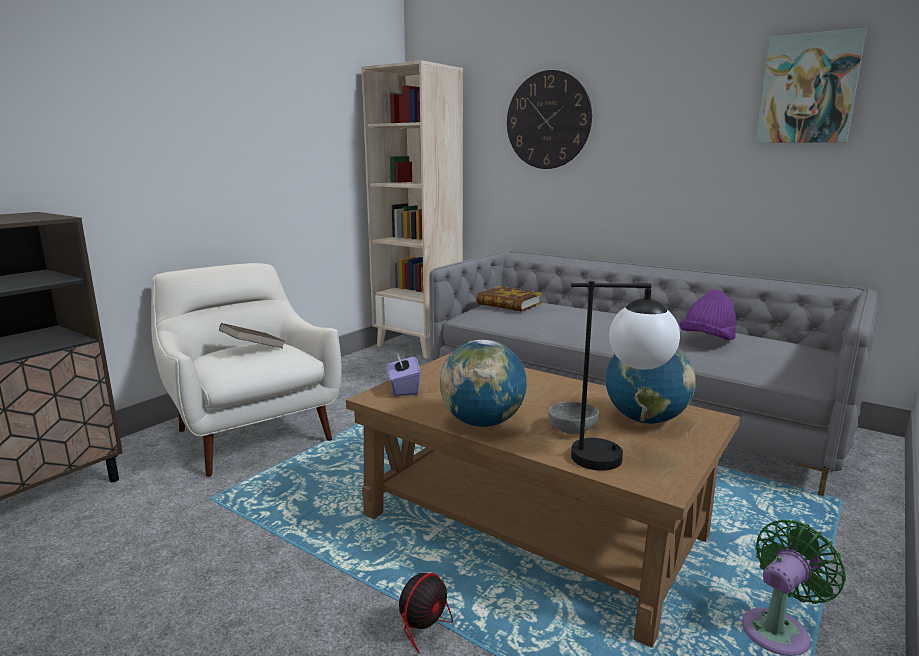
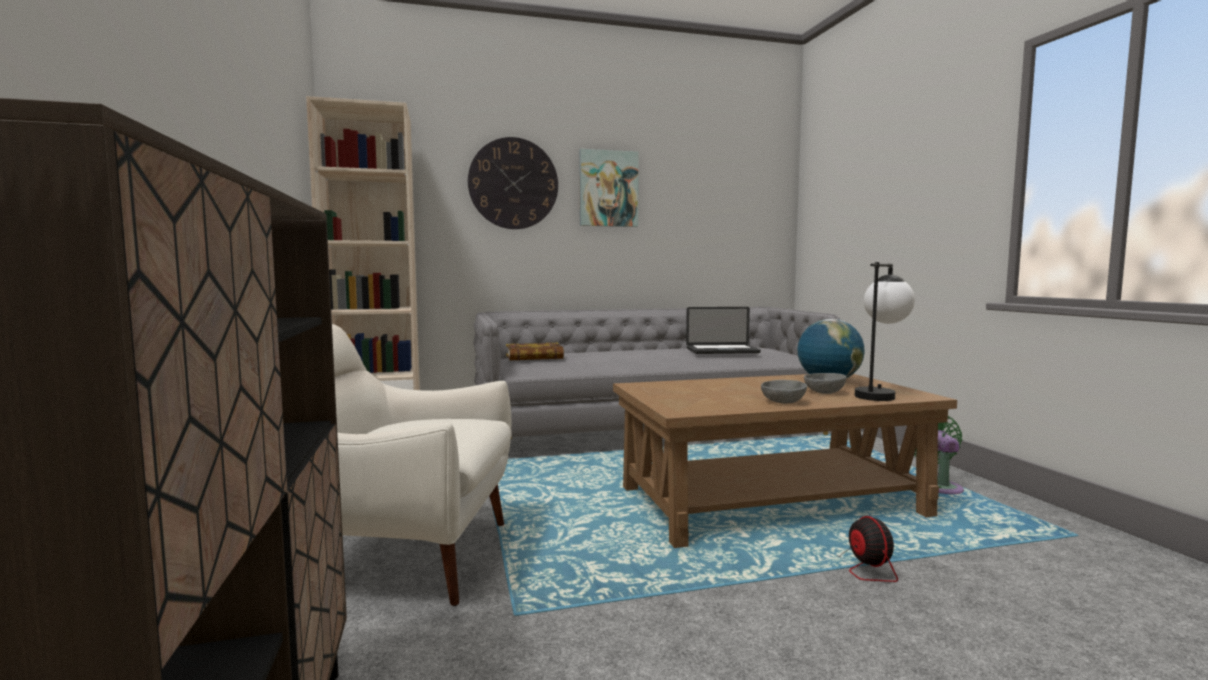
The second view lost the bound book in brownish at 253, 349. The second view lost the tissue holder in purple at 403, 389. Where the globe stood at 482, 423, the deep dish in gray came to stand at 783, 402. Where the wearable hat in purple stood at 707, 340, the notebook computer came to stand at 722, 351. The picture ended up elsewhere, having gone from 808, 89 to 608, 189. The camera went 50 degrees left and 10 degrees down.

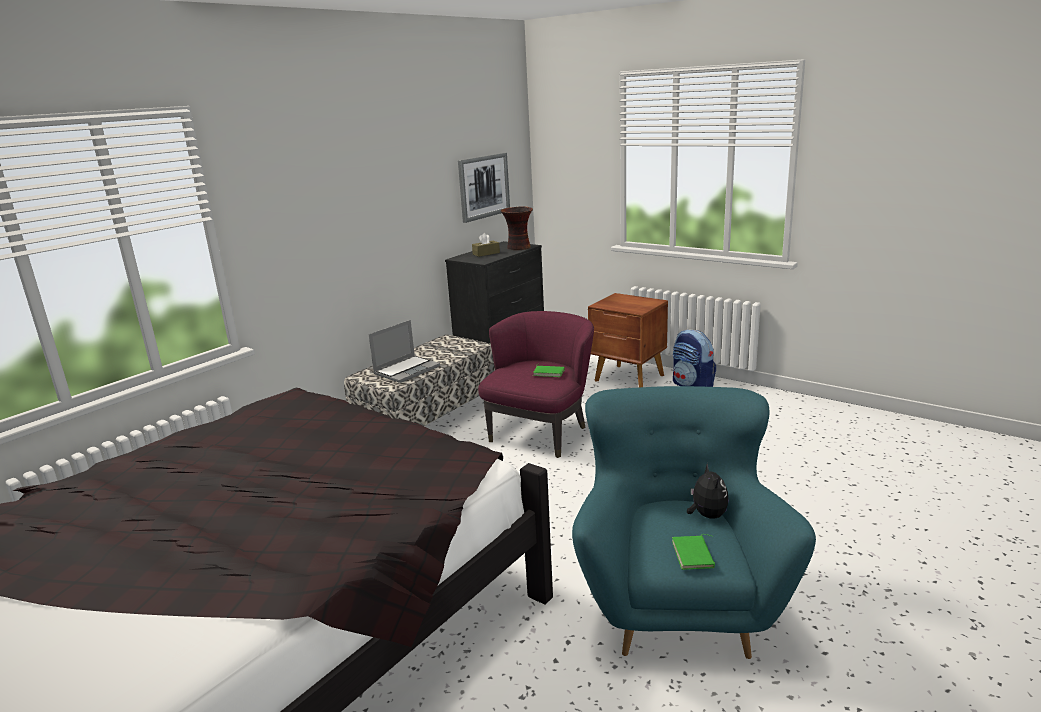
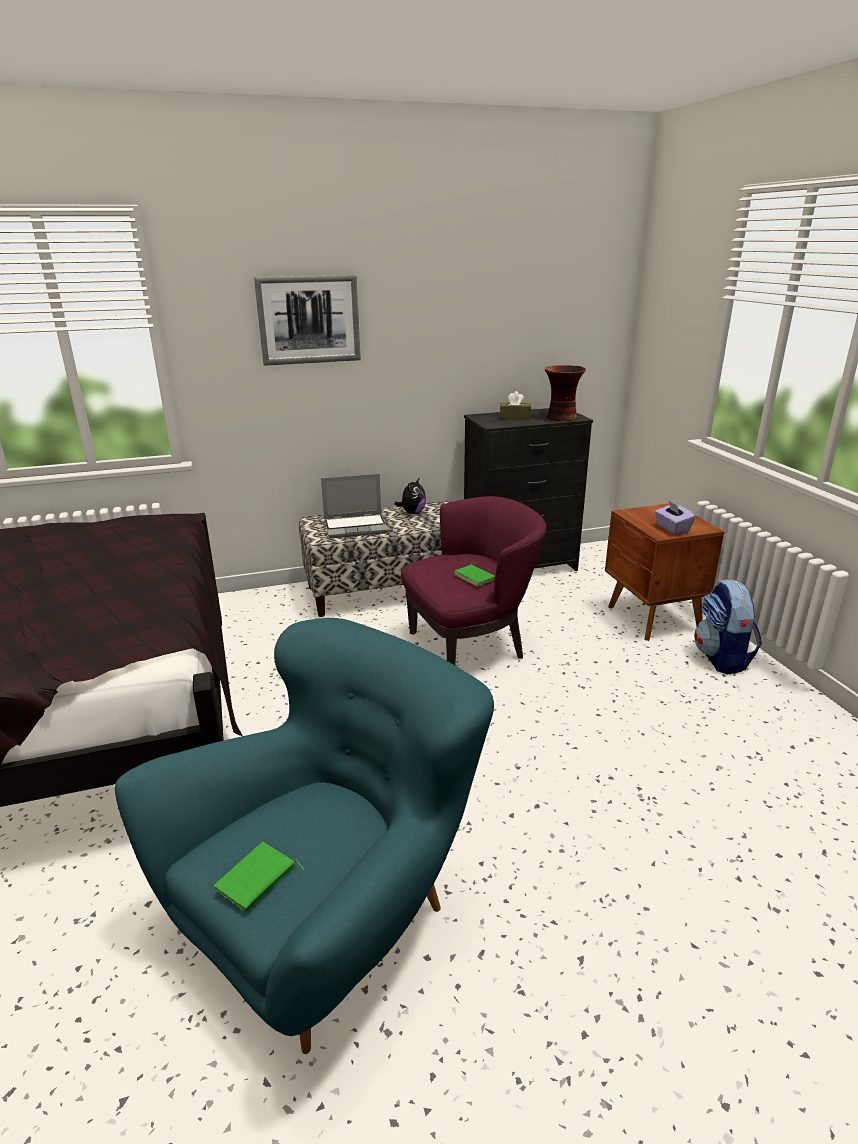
The picture ended up elsewhere, having gone from 484, 186 to 309, 320. The cuddly toy ended up elsewhere, having gone from 706, 515 to 412, 513. The second view gained the tissue holder in purple at 672, 528. The camera went 35 degrees right and 5 degrees up.

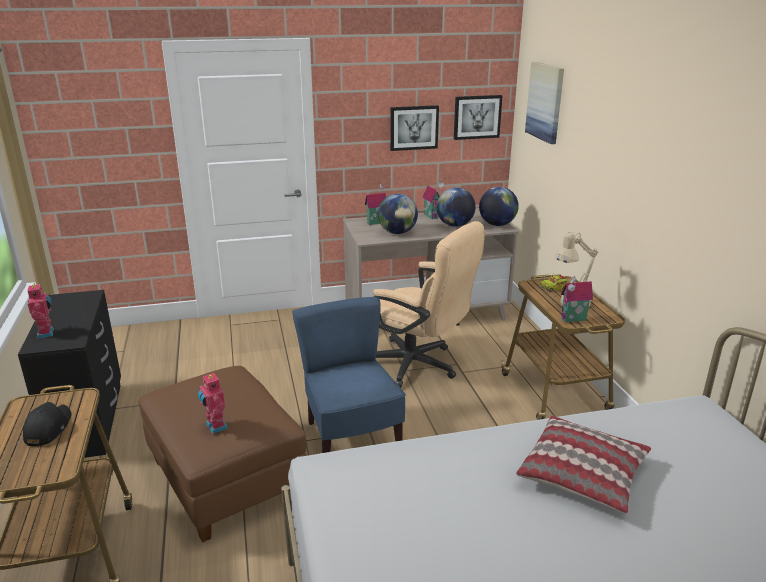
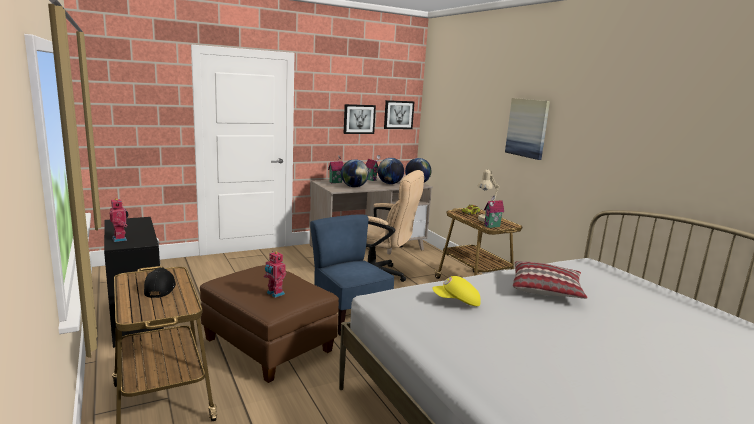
The picture ended up elsewhere, having gone from 545, 102 to 527, 128. The second view gained the cap in yellowish at 456, 302. The camera went 15 degrees left and 10 degrees down.

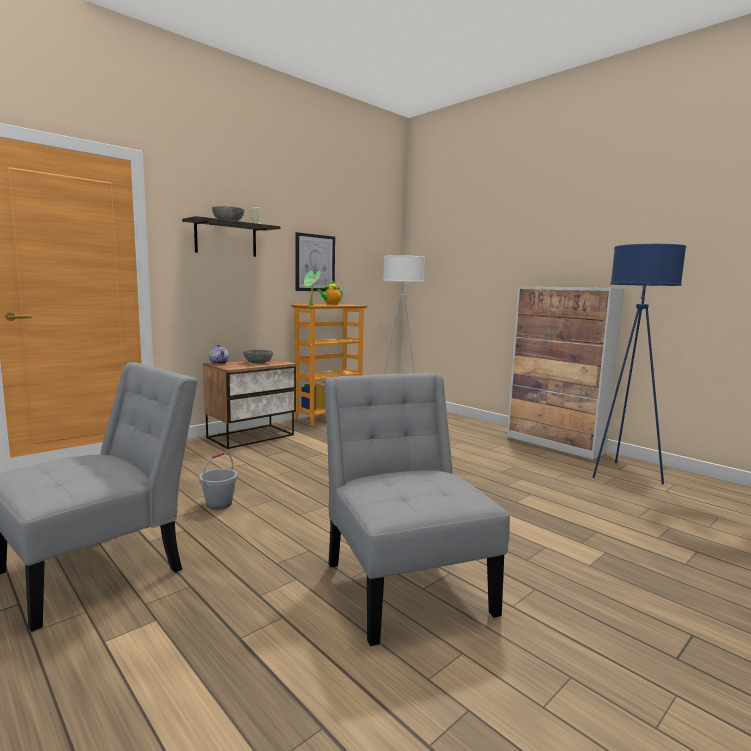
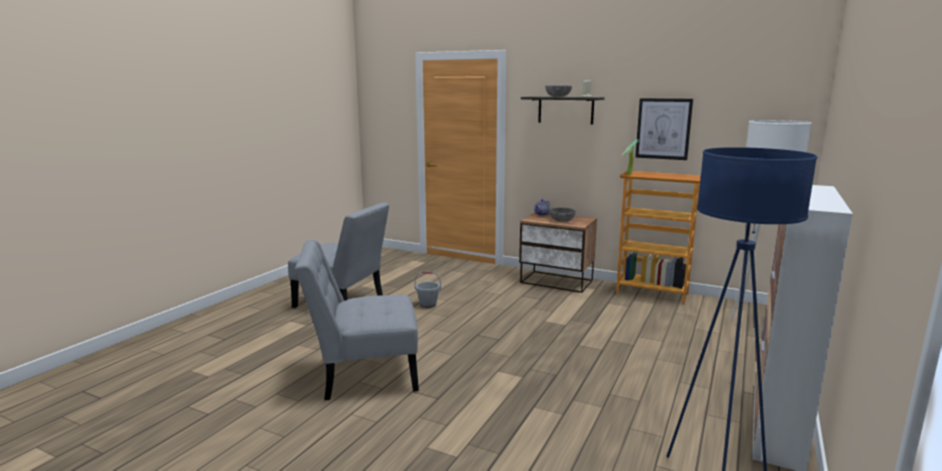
The second view lost the teapot at 331, 304. The plain chair in gray at 404, 582 ended up facing another way, 150 degrees counterclockwise from before. The camera went 70 degrees right and 5 degrees up.

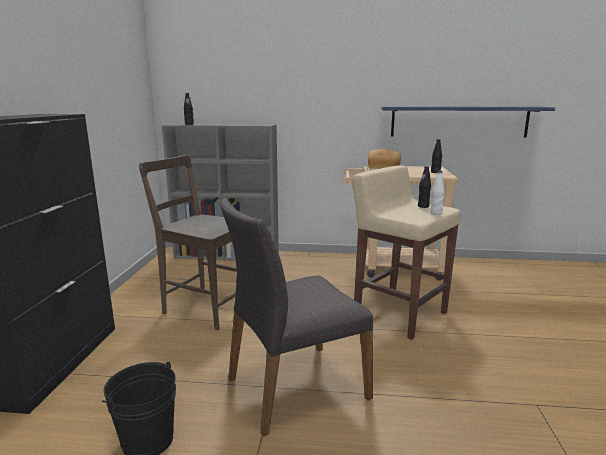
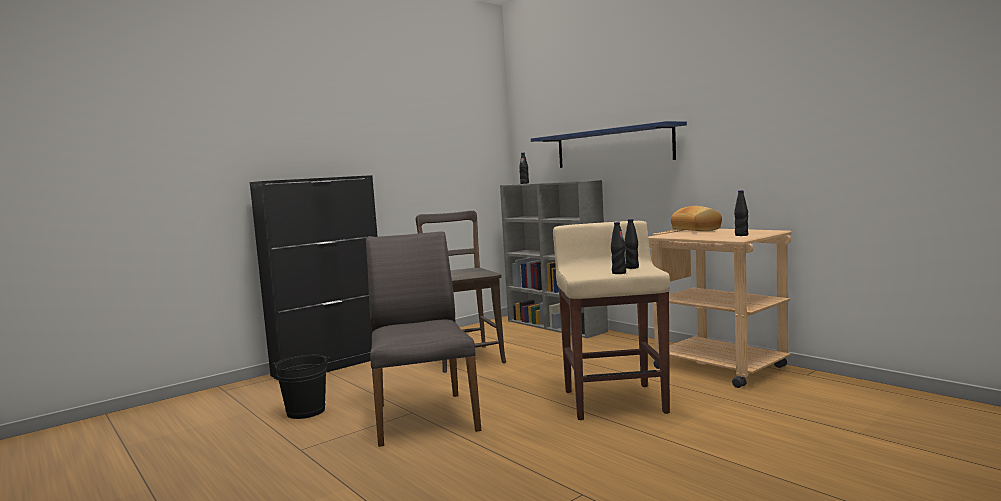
The plain chair in gray at 295, 387 ended up facing another way, 60 degrees clockwise from before. The shelf in blue ended up elsewhere, having gone from 459, 121 to 612, 147. What was the drink bottle in white at 436, 213 turned into the drink bottle in black at 619, 273. The camera went 45 degrees right and 10 degrees down.

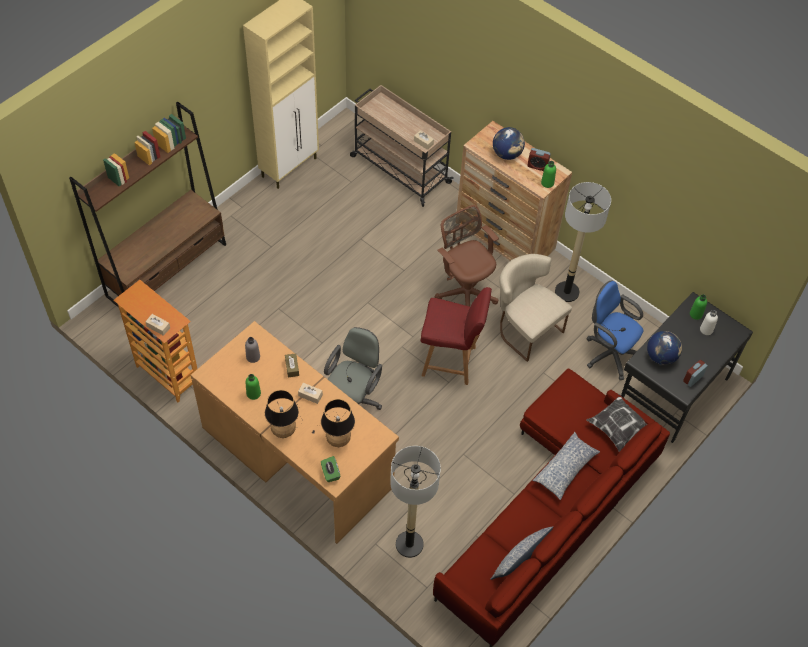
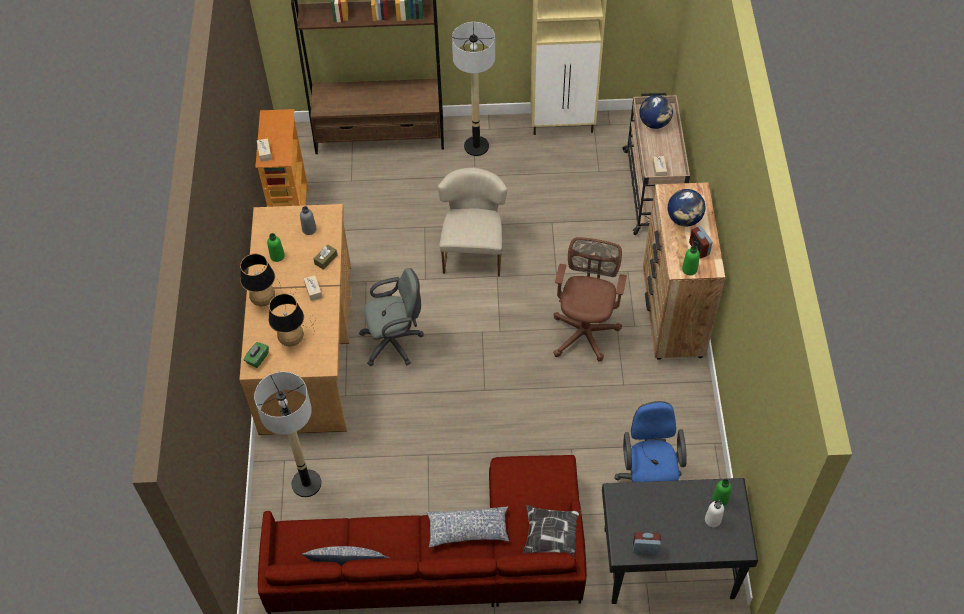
The second view lost the plain chair in red-coloured at 450, 361. The plain chair in beige-coloured ended up elsewhere, having gone from 525, 329 to 473, 250. The floor lamp ended up elsewhere, having gone from 567, 292 to 476, 146. The globe ended up elsewhere, having gone from 661, 356 to 654, 123. The camera went 50 degrees right and 0 degrees up.

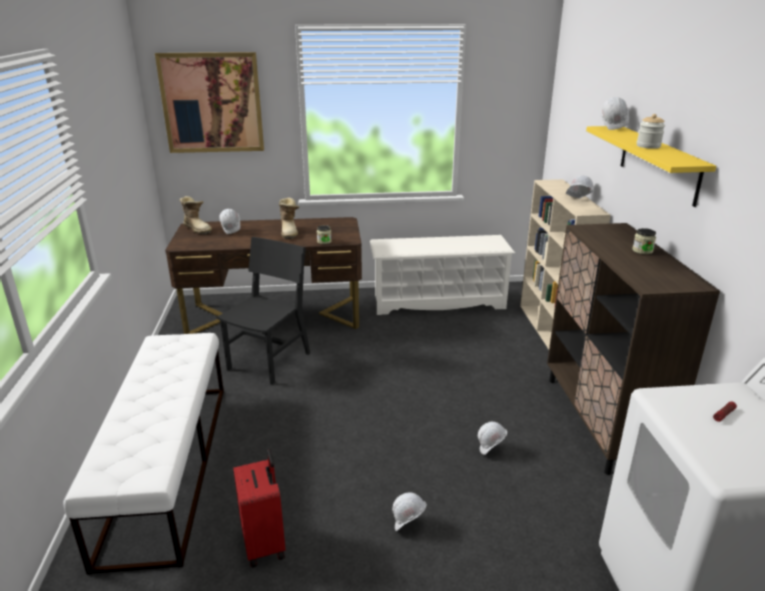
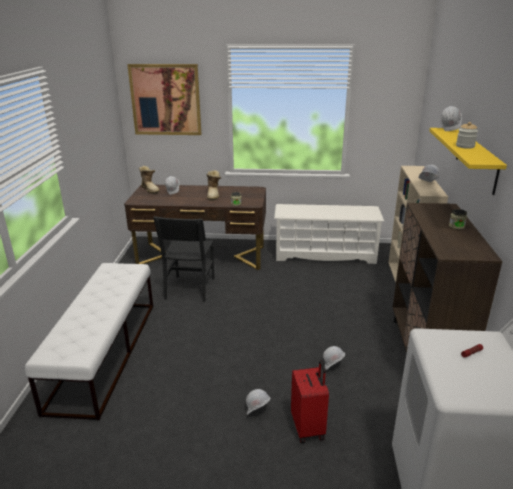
The plain chair in black at 269, 361 ended up facing another way, 150 degrees clockwise from before. The suitcase in red-coloured ended up elsewhere, having gone from 265, 544 to 308, 428. The camera went 10 degrees right and 0 degrees up.

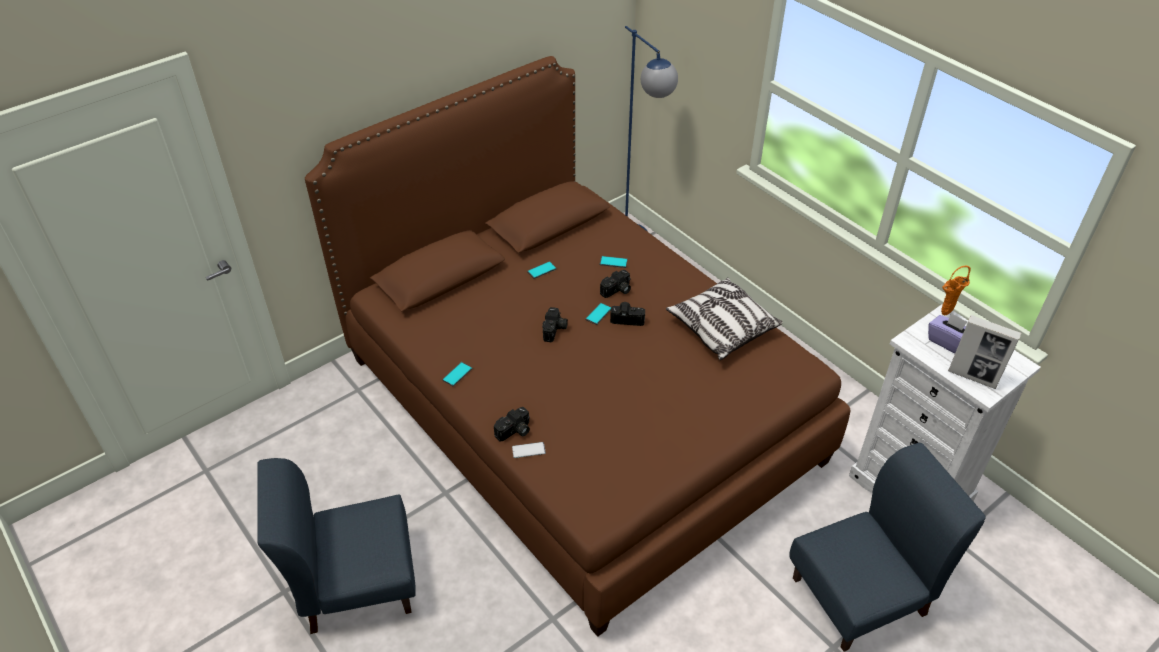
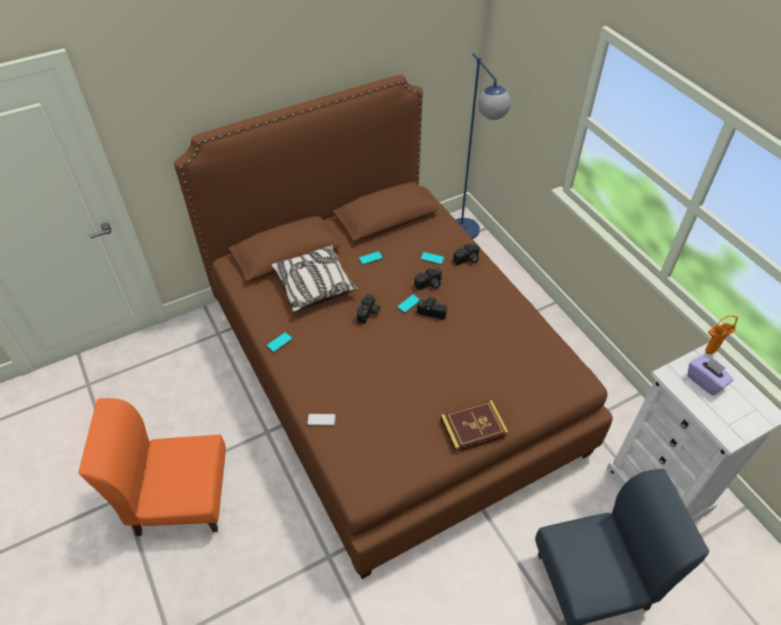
What was the plain chair in blue at 356, 584 turned into the plain chair in orange-coloured at 180, 499. The still camera ended up elsewhere, having gone from 514, 432 to 467, 260. The pillow ended up elsewhere, having gone from 722, 328 to 314, 286. The second view lost the standing frame at 972, 377. The second view gained the bound book at 473, 428. The camera went 10 degrees right and 5 degrees up.

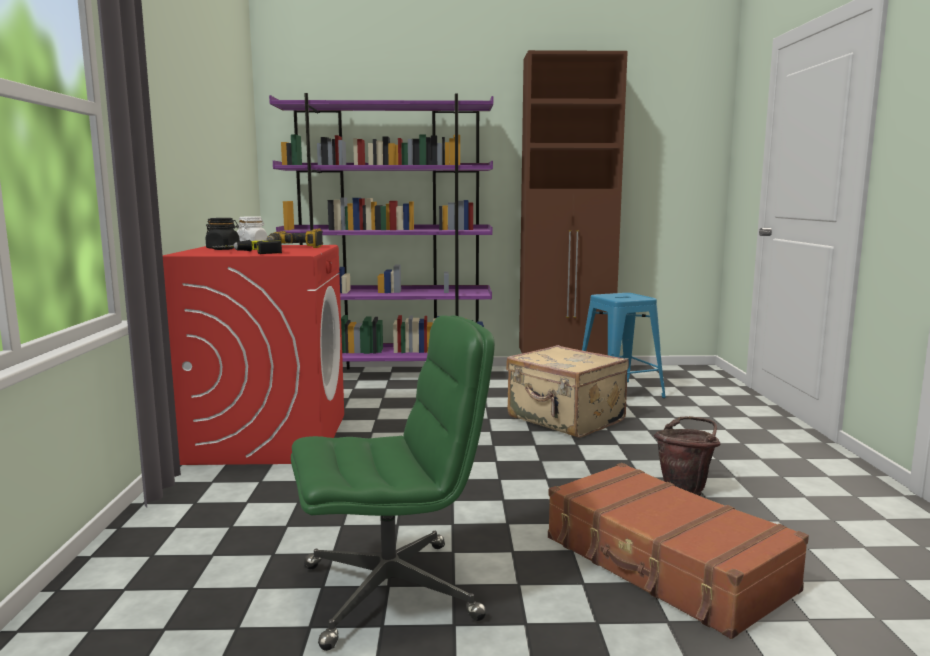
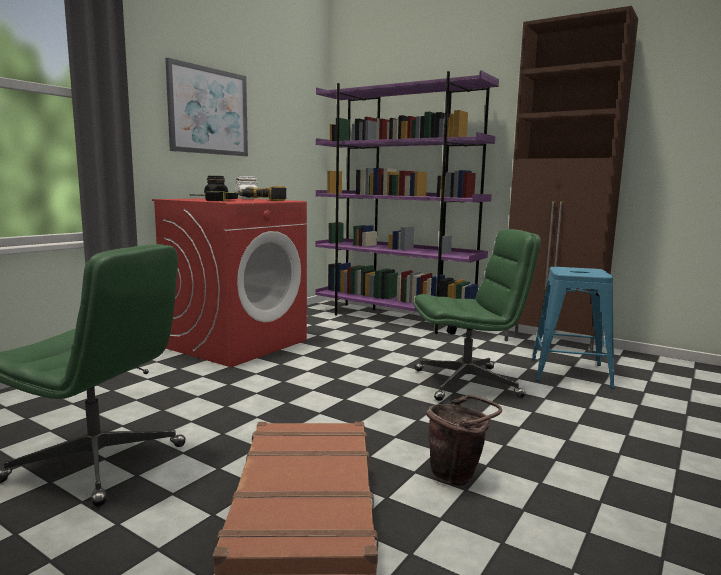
Where the suitcase in beige-coloured stood at 565, 420, the computer chair in greenish came to stand at 467, 383. The second view gained the picture at 208, 111. The camera went 35 degrees right and 0 degrees up.

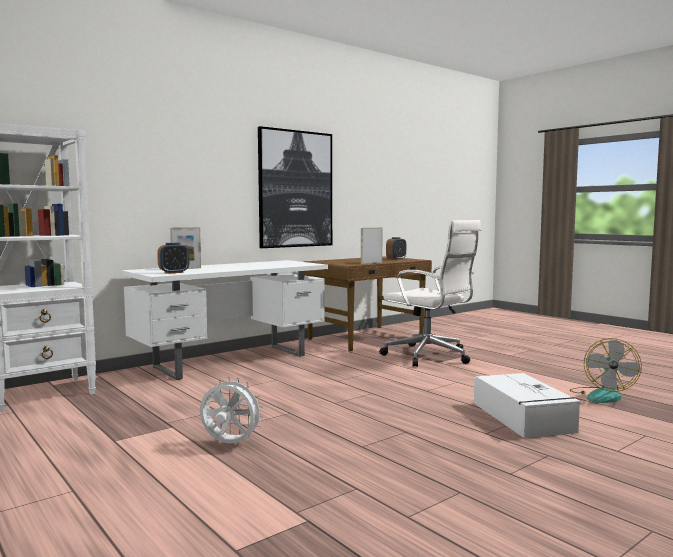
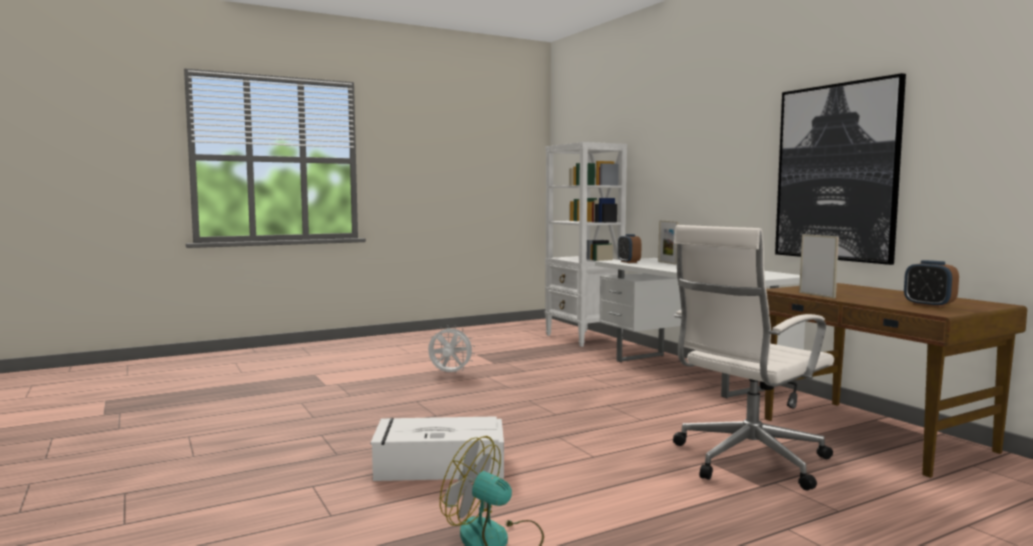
The cooling fan in white at 229, 444 ended up facing another way, 105 degrees counterclockwise from before. The camera went 100 degrees right and 0 degrees up.

